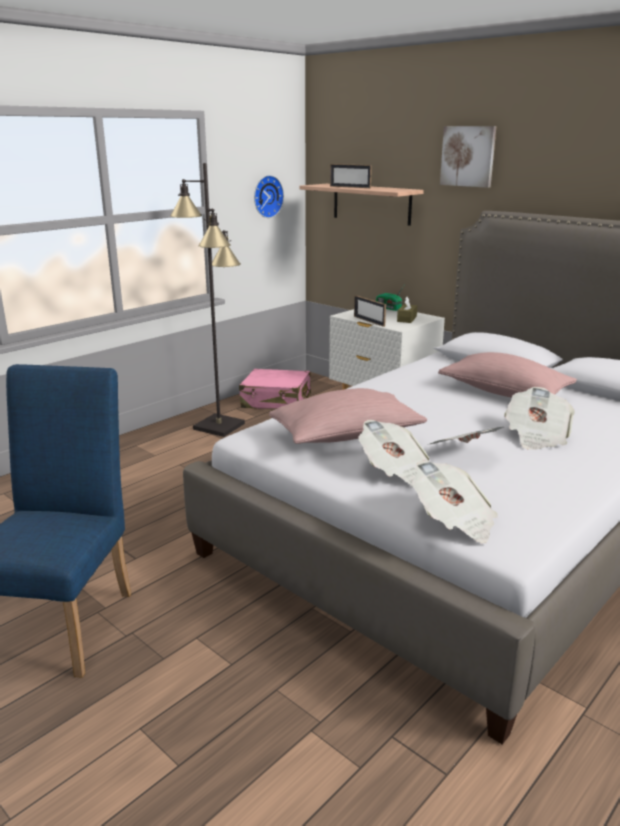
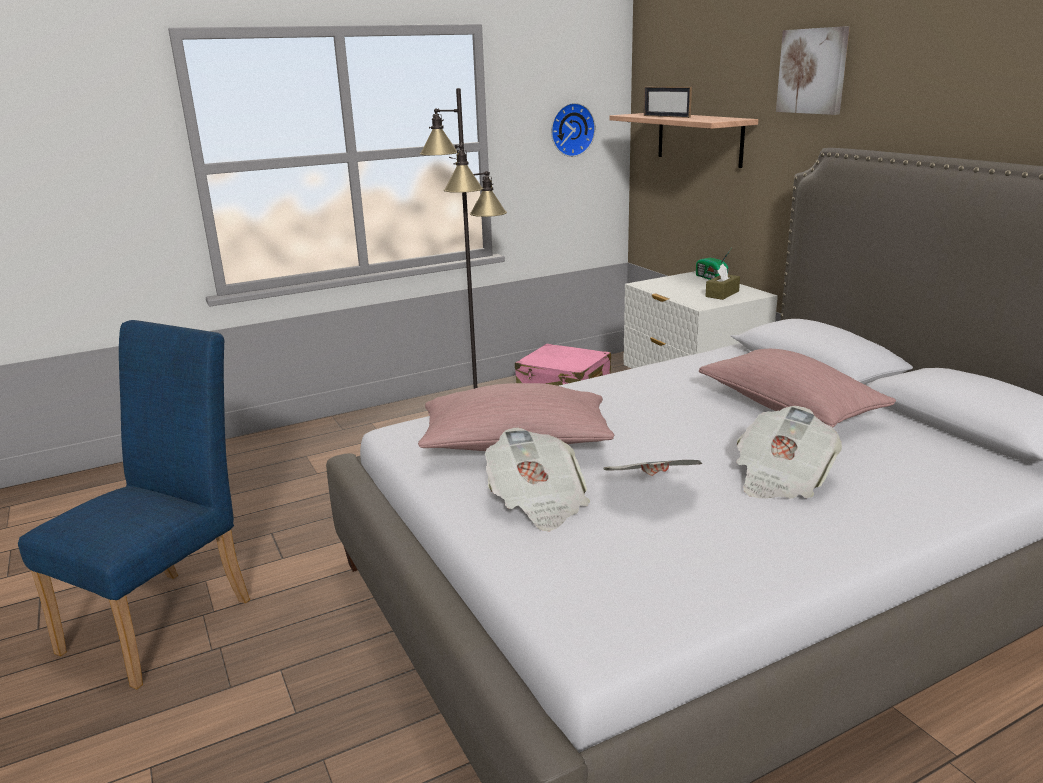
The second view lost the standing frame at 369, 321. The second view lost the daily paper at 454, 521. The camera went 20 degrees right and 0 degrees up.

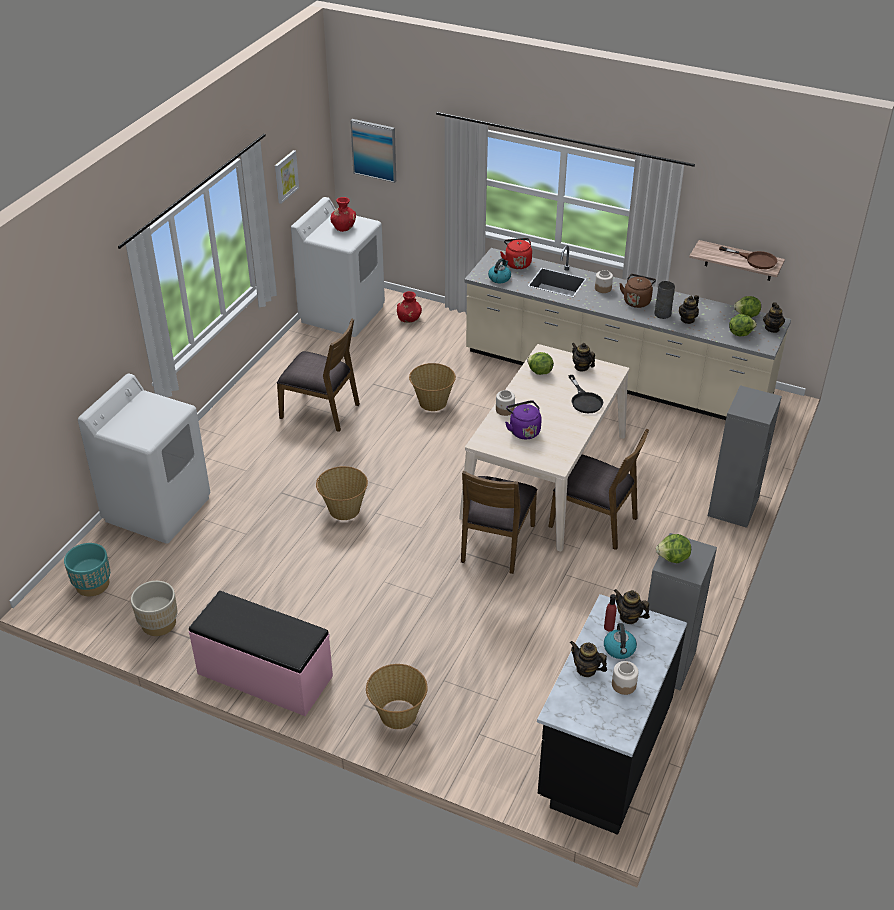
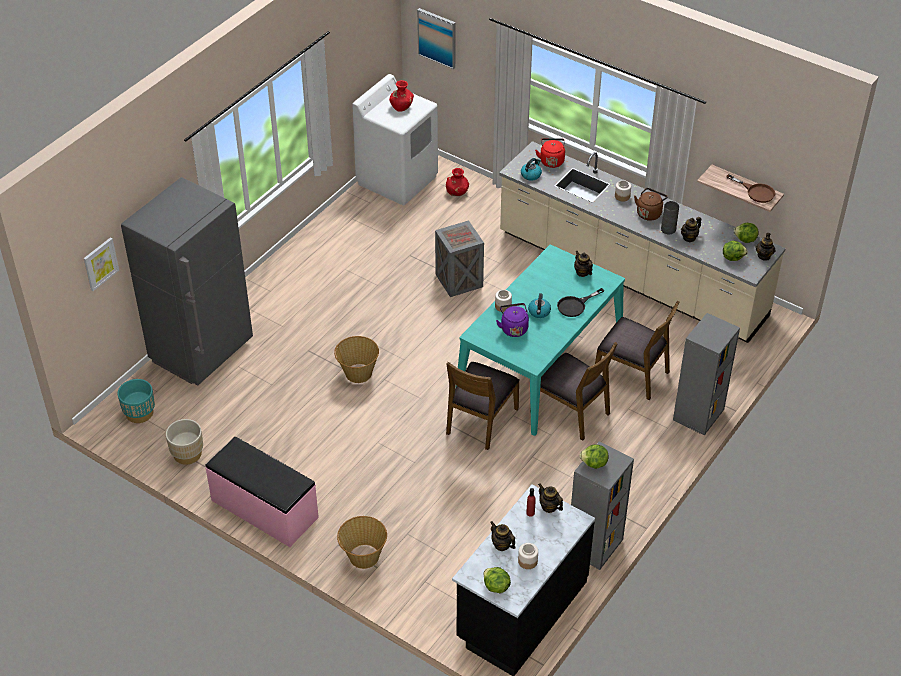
Where the laundry machine in white stood at 158, 508, the refrigerator in gray came to stand at 202, 352. The picture ended up elsewhere, having gone from 285, 176 to 100, 263. The plain chair in brownish ended up elsewhere, having gone from 321, 410 to 632, 374. Where the storage basket stood at 432, 402, the packing crate came to stand at 458, 280. What was the dinner table in beige-coloured at 545, 476 turned into the dinner table in turquoise-coloured at 540, 364. The lettuce ended up elsewhere, having gone from 539, 372 to 496, 587. The pan in black at 584, 400 ended up facing another way, 60 degrees clockwise from before. The kettle ended up elsewhere, having gone from 619, 649 to 539, 312. The camera went 10 degrees right and 5 degrees up.

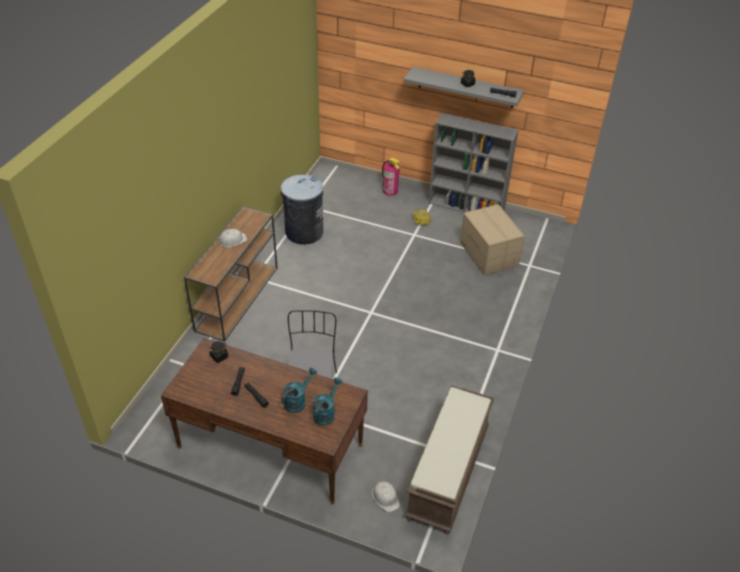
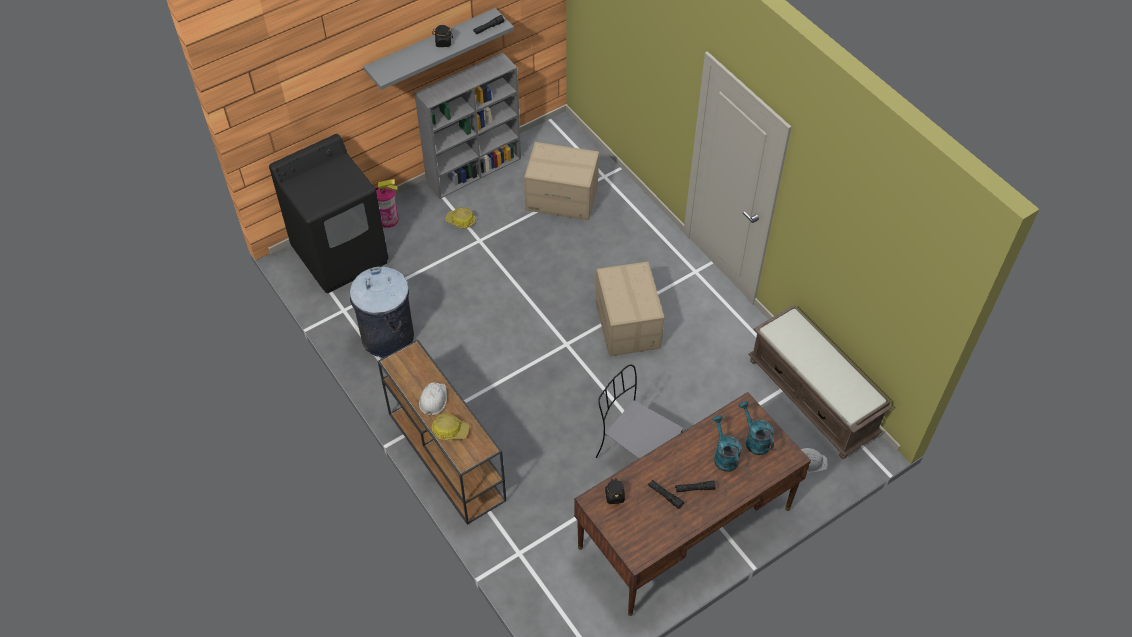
The second view gained the laundry machine in black at 341, 255. The second view gained the hard hat at 450, 430. The second view gained the cardboard box at 628, 324. The camera went 55 degrees left and 10 degrees up.

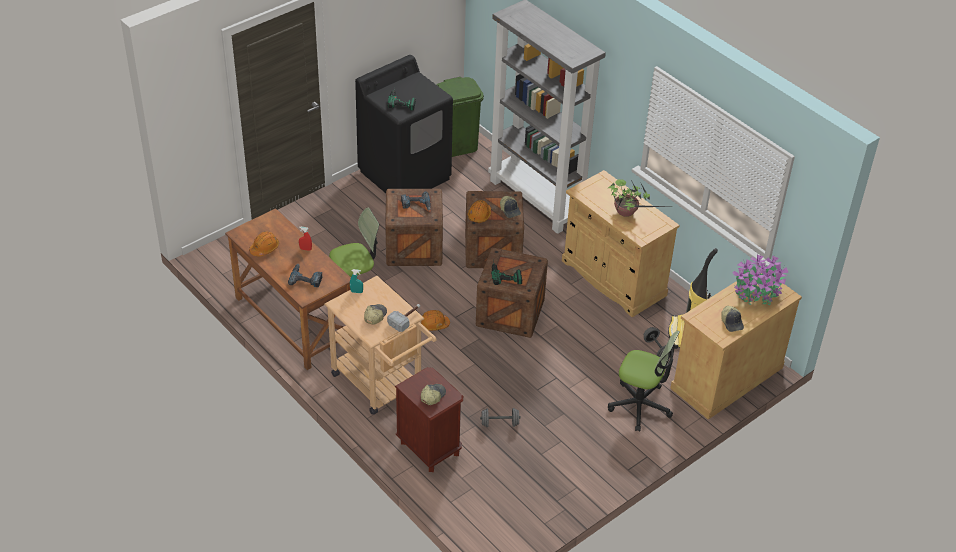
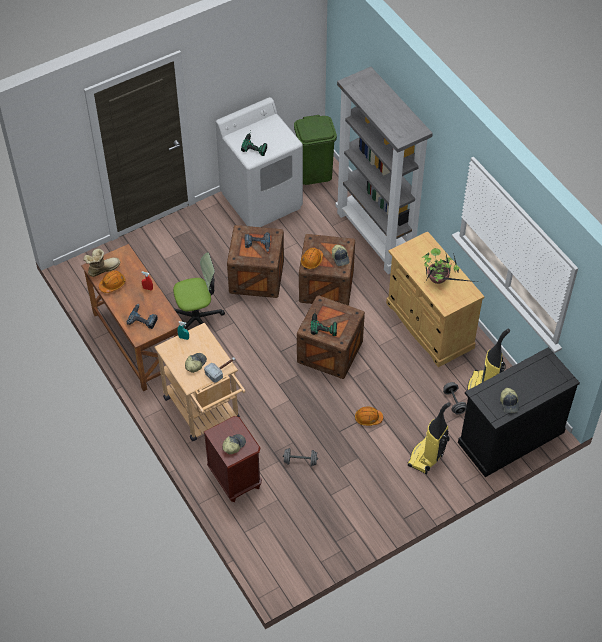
What was the laundry machine in black at 405, 175 turned into the laundry machine in white at 262, 200. The hard hat in orange-coloured ended up elsewhere, having gone from 434, 324 to 368, 418. Where the computer chair stood at 640, 405, the hoover came to stand at 427, 457. What was the cabinet in beige-coloured at 726, 377 turned into the cabinet in black at 510, 437. The second view lost the plant in a pot at 756, 292. The second view gained the high-top boot at 102, 269. The camera went 10 degrees right and 10 degrees up.

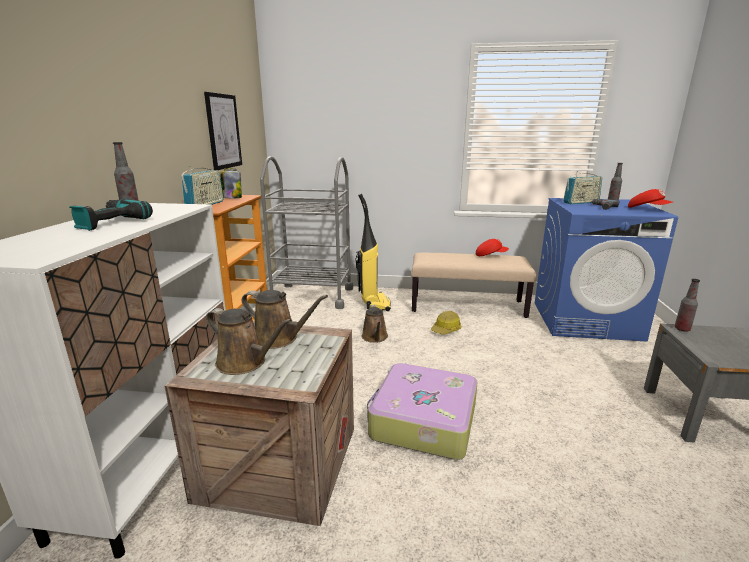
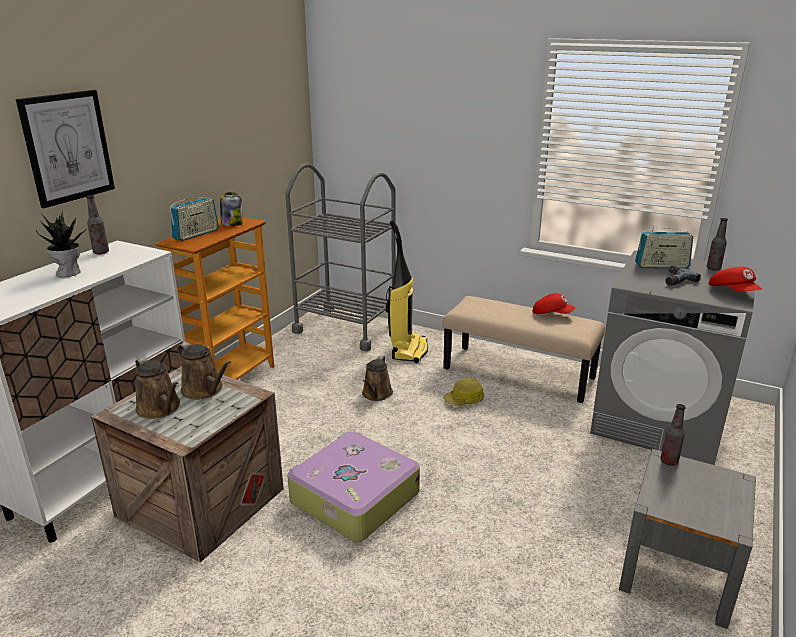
Where the power drill stood at 109, 222, the plant in a pot came to stand at 69, 272. The picture ended up elsewhere, having gone from 223, 131 to 67, 147. What was the laundry machine in blue at 586, 320 turned into the laundry machine in gray at 659, 421. The camera went 20 degrees right and 5 degrees up.

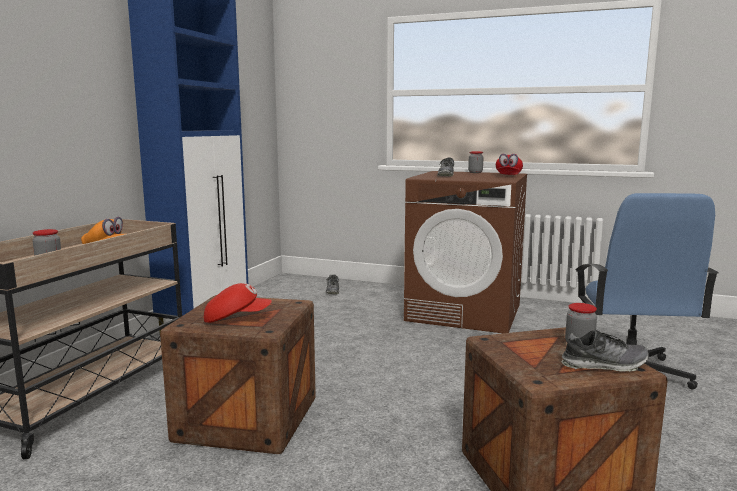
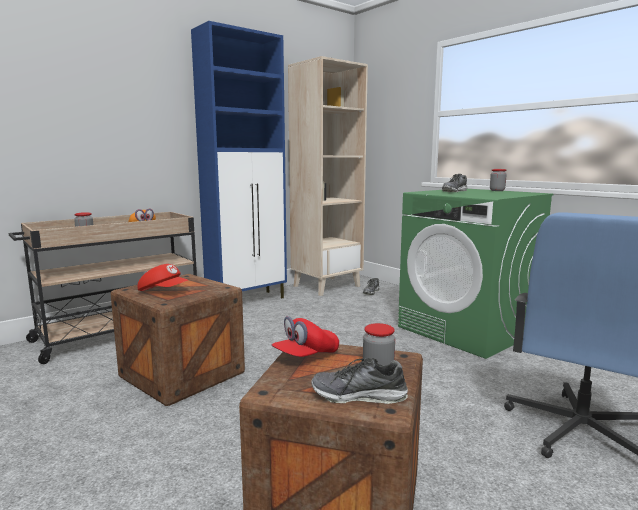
What was the laundry machine in brownish at 465, 312 turned into the laundry machine in greenish at 467, 330. The cap in red-coloured ended up elsewhere, having gone from 508, 176 to 306, 356. The shoe at 604, 365 ended up facing another way, 150 degrees clockwise from before. The second view gained the bookcase in beige-coloured at 327, 286. The camera went 30 degrees right and 0 degrees up.

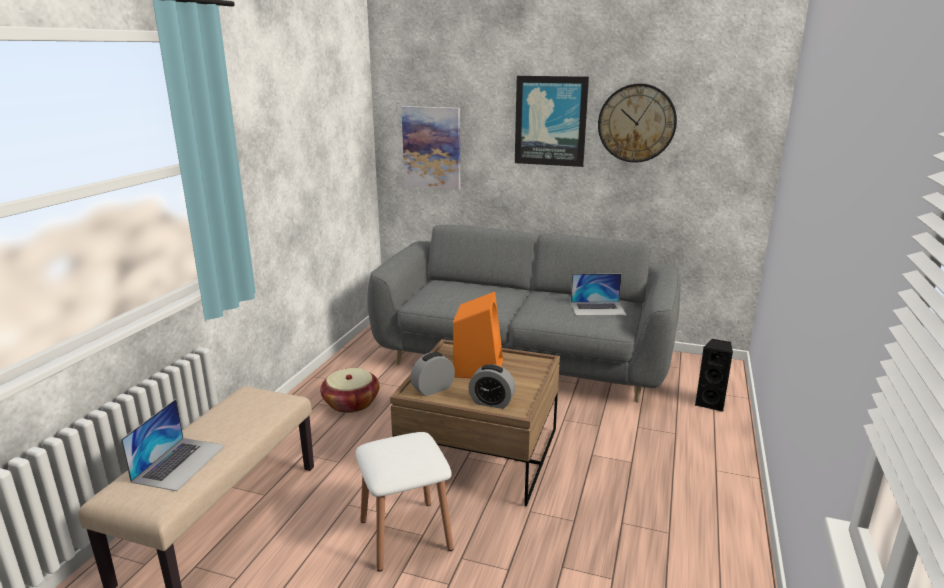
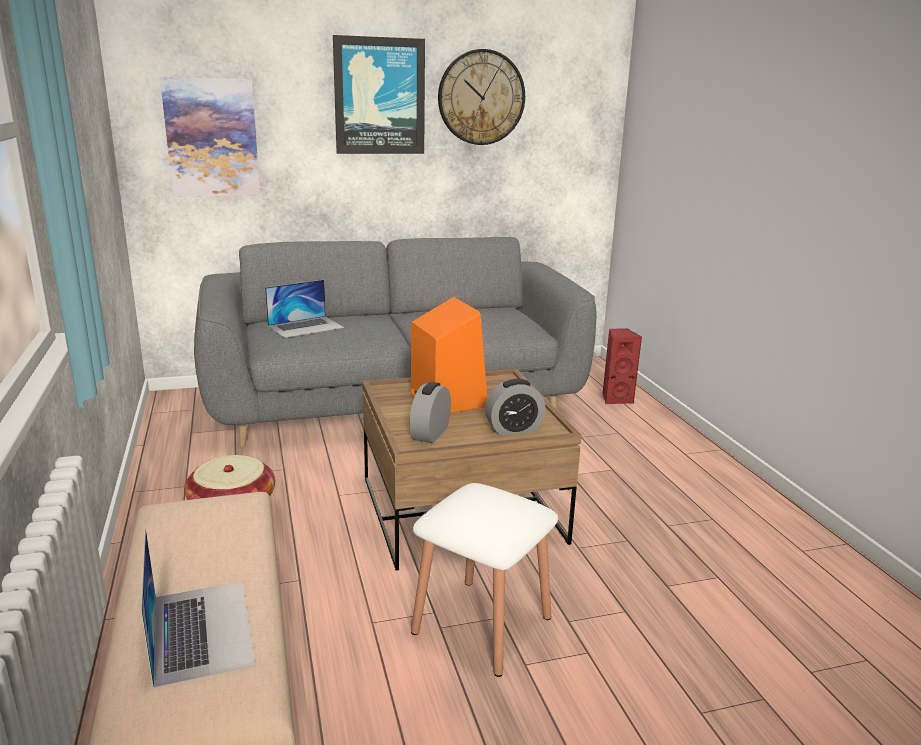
The notebook computer ended up elsewhere, having gone from 598, 308 to 306, 326. What was the loudspeaker in black at 711, 403 turned into the loudspeaker in red-coloured at 616, 399. The camera went 35 degrees left and 0 degrees up.

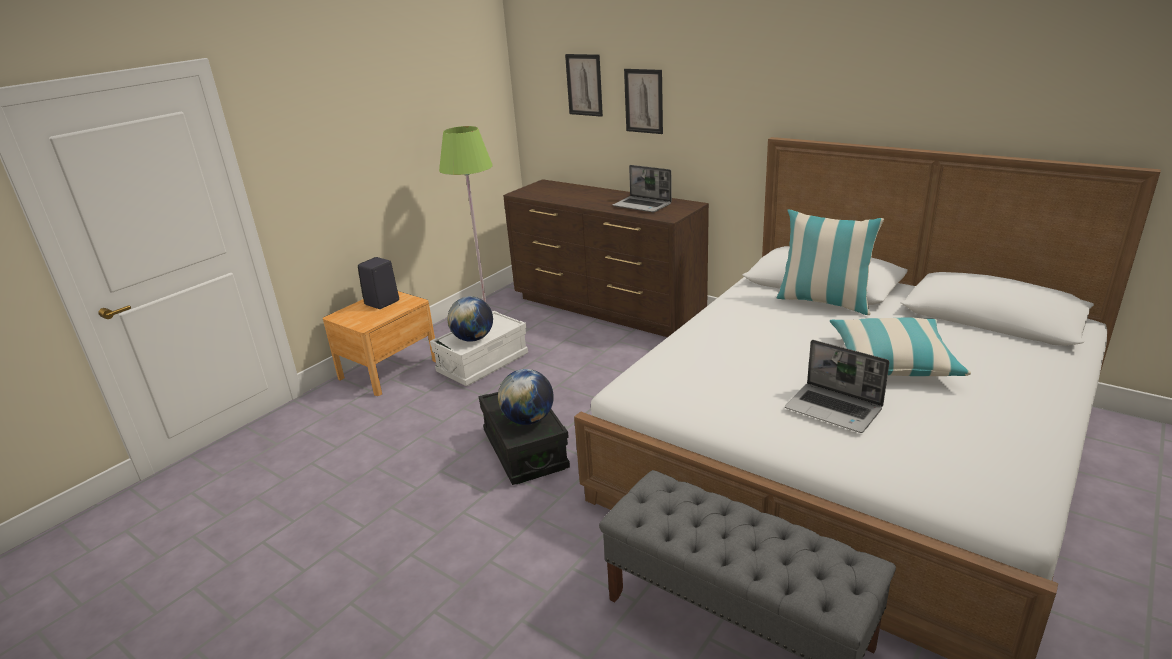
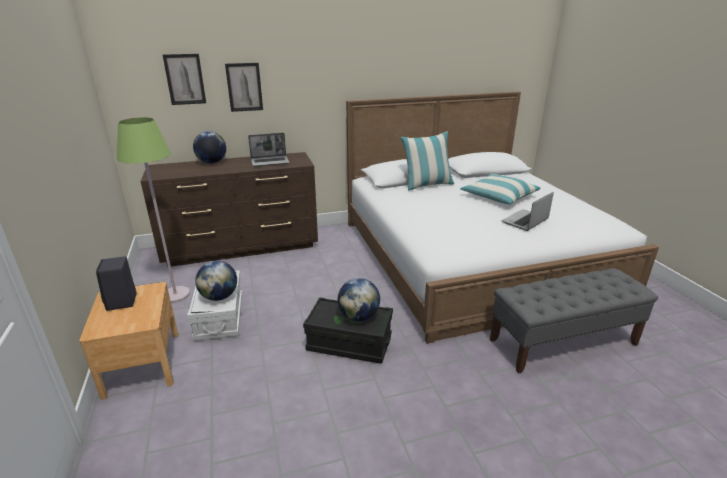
The notebook computer at 834, 409 ended up facing another way, 150 degrees clockwise from before. The second view gained the globe at 212, 162. The camera went 55 degrees left and 0 degrees up.

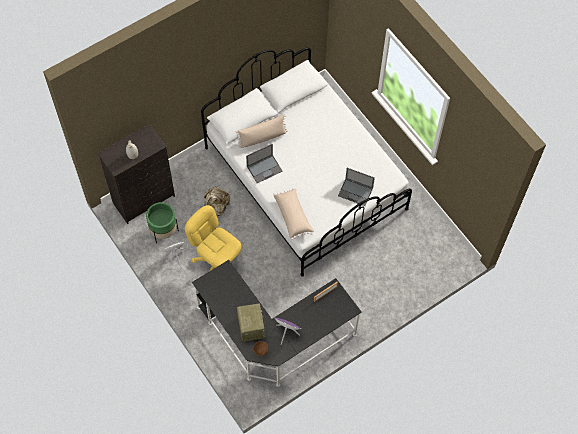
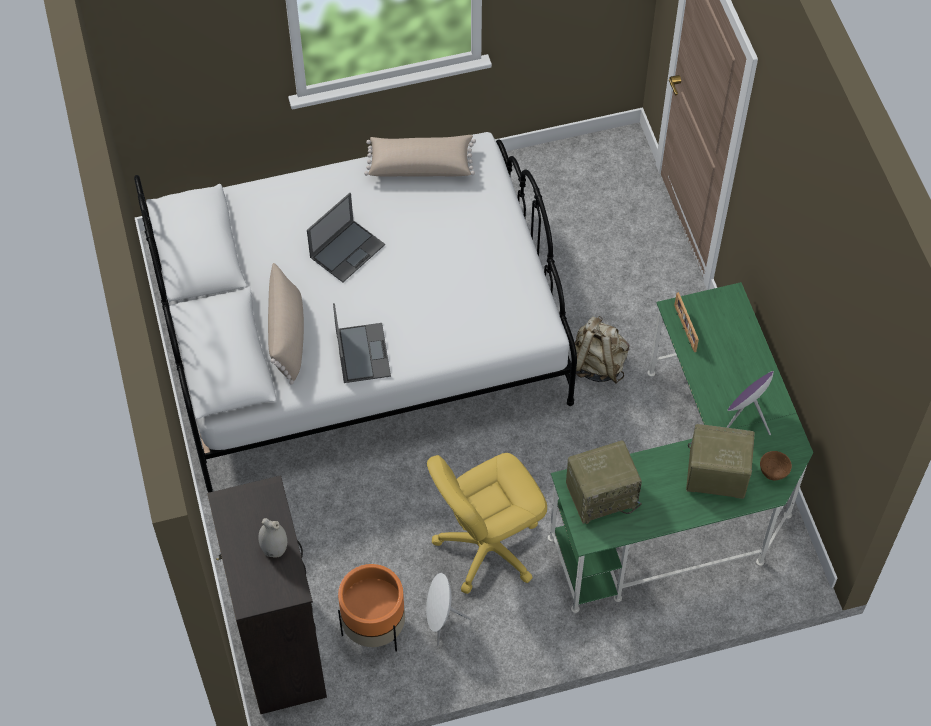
What was the flower pot in greenish at 163, 231 turned into the flower pot in orange-coloured at 374, 628. What was the desk unit in black at 273, 337 turned into the desk unit in greenish at 686, 494. The knapsack in beige-coloured ended up elsewhere, having gone from 216, 207 to 598, 364. The pillow in beige-coloured ended up elsewhere, having gone from 293, 216 to 420, 164. The notebook computer ended up elsewhere, having gone from 356, 192 to 347, 250. The second view gained the radio receiver at 602, 494. The camera went 70 degrees left and 5 degrees down.

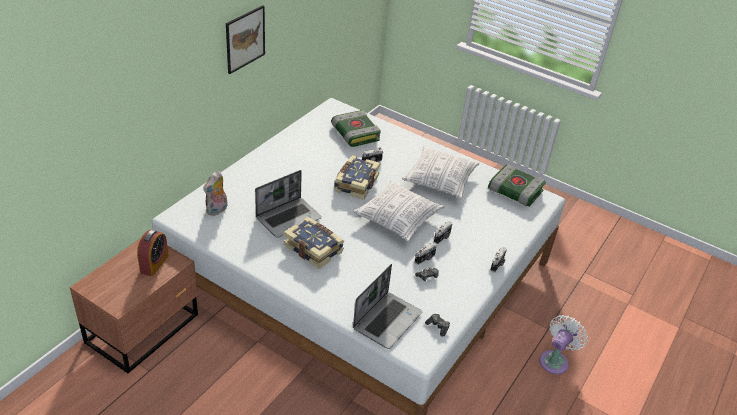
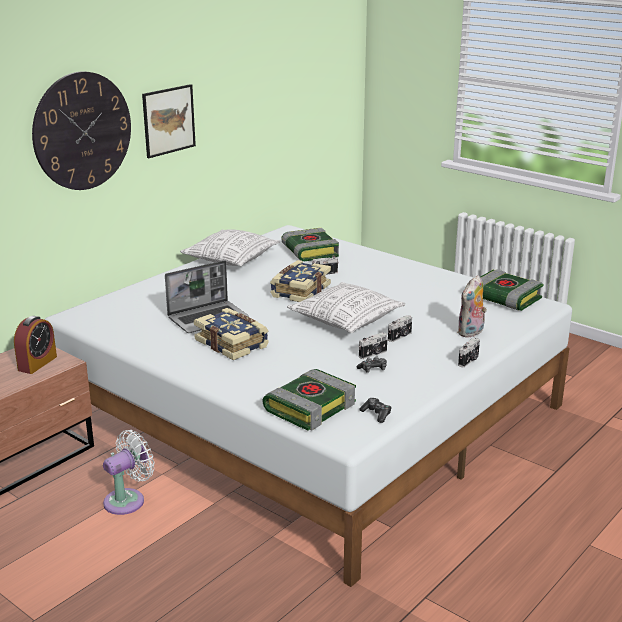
The cuddly toy ended up elsewhere, having gone from 217, 210 to 471, 333. Where the notebook computer stood at 387, 320, the bound book came to stand at 310, 406. The pillow ended up elsewhere, having gone from 440, 180 to 231, 259. The cooling fan in white ended up elsewhere, having gone from 555, 360 to 128, 500. The second view gained the hanging clock at 82, 131. The camera went 10 degrees right and 15 degrees down.

